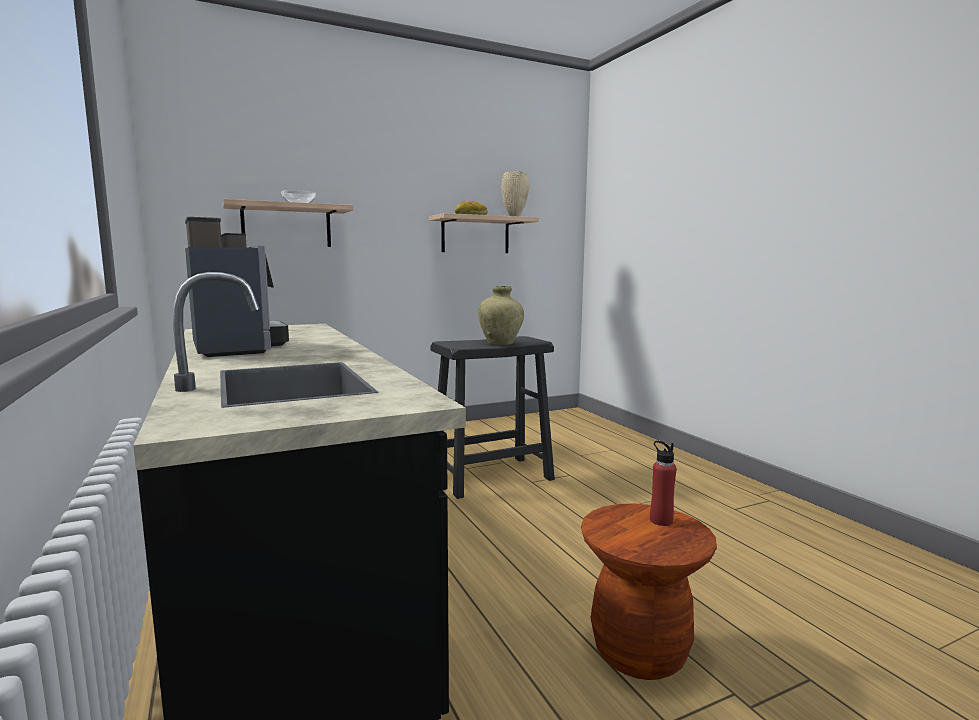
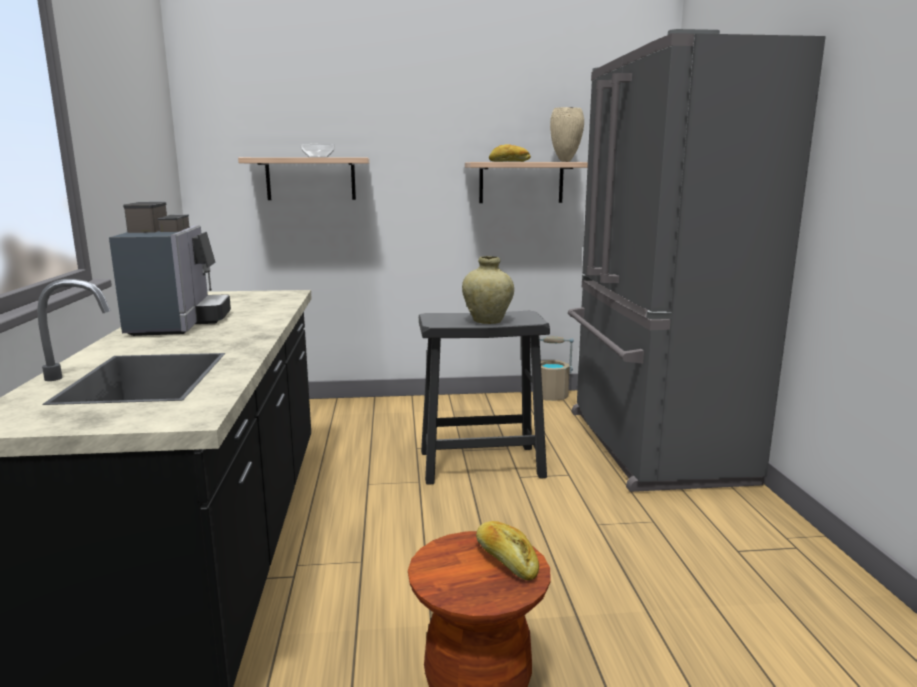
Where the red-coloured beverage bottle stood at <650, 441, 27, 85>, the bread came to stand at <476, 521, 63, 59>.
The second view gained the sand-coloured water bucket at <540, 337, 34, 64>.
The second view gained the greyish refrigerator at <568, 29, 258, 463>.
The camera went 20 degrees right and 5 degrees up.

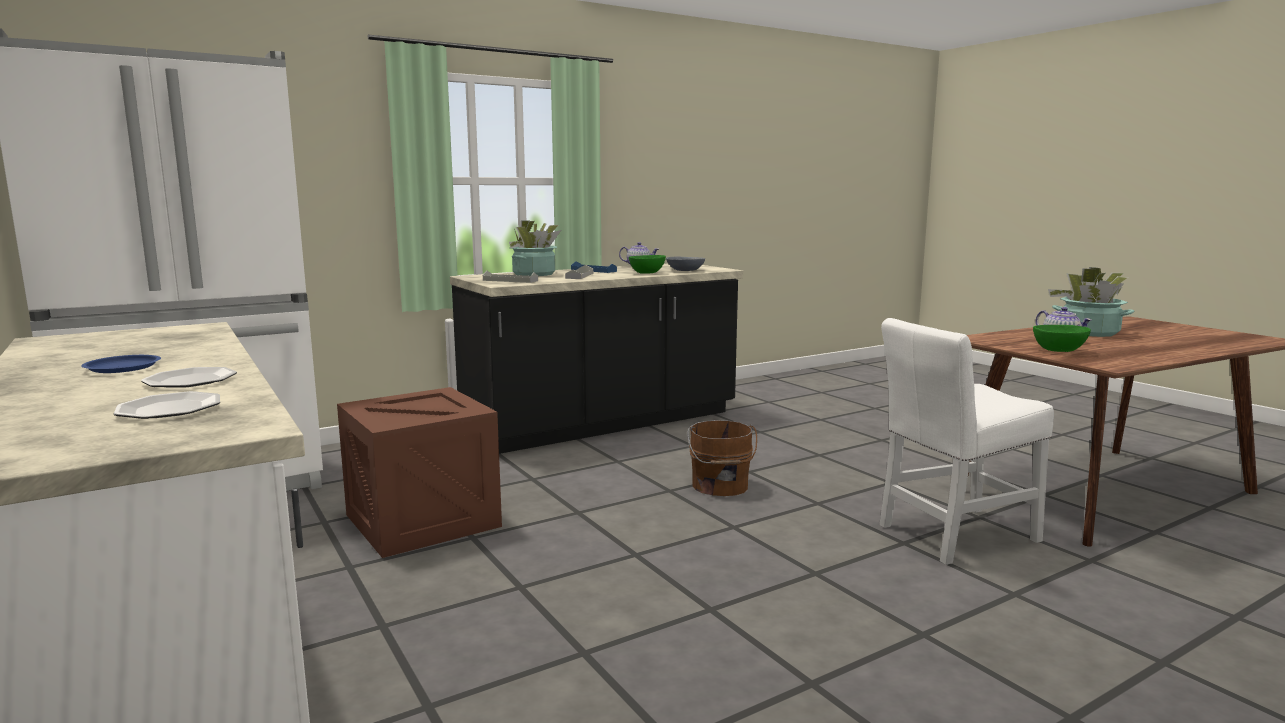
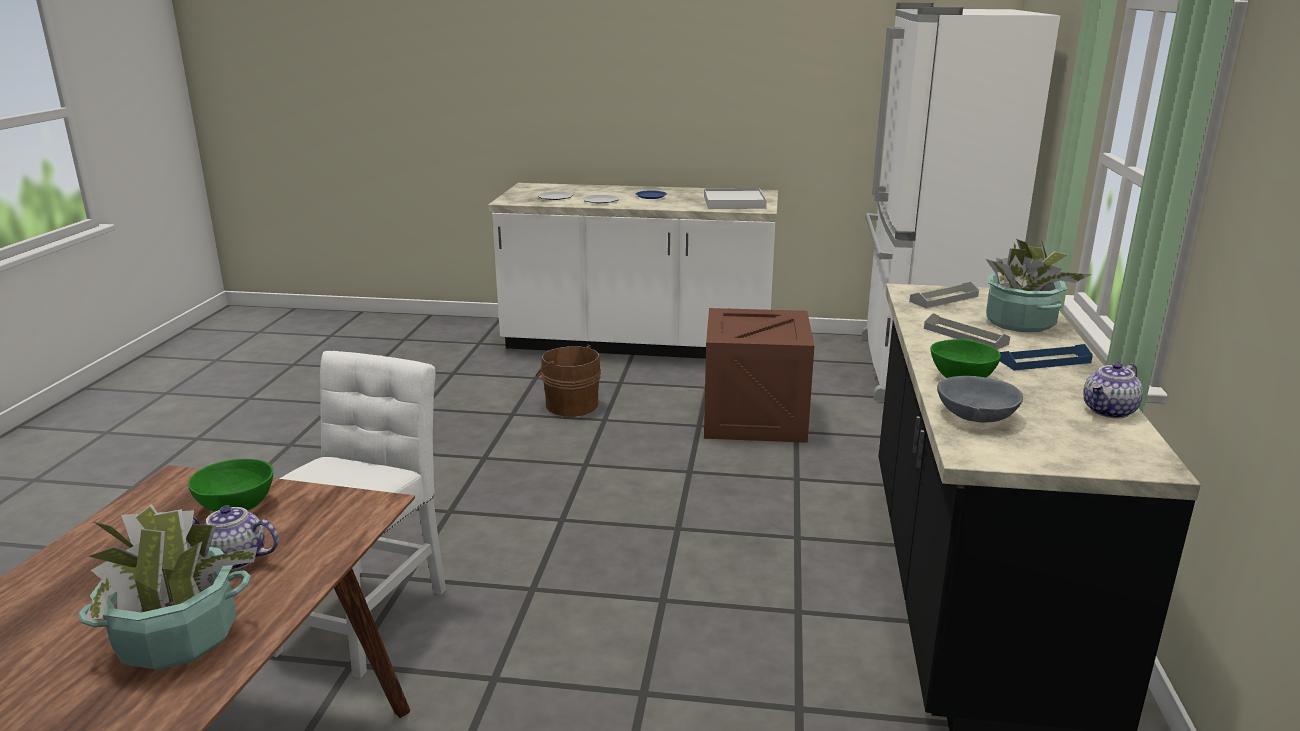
The brownish water bucket ended up elsewhere, having gone from <687, 420, 70, 76> to <536, 344, 65, 73>.
The second view gained the whitish carrying tray at <704, 188, 63, 21>.
The camera went 130 degrees right and 10 degrees up.

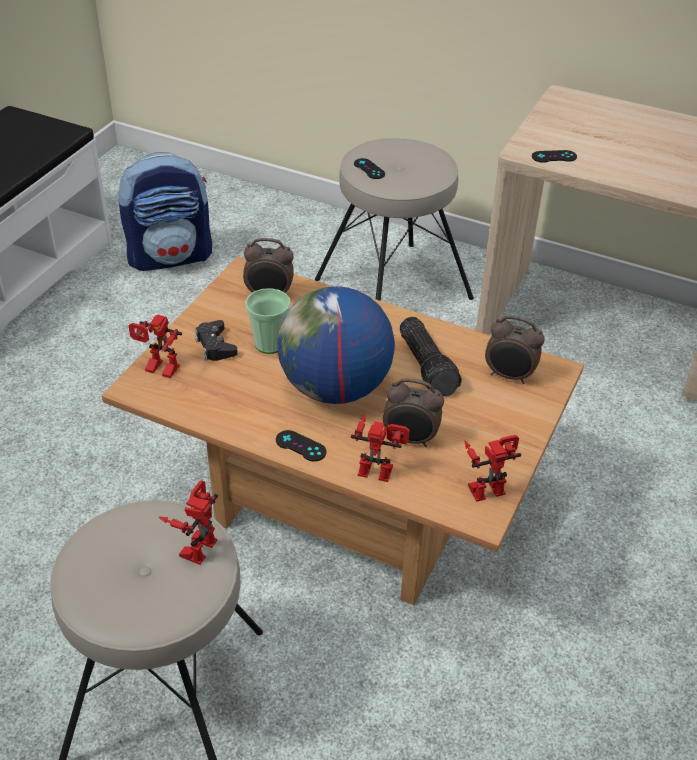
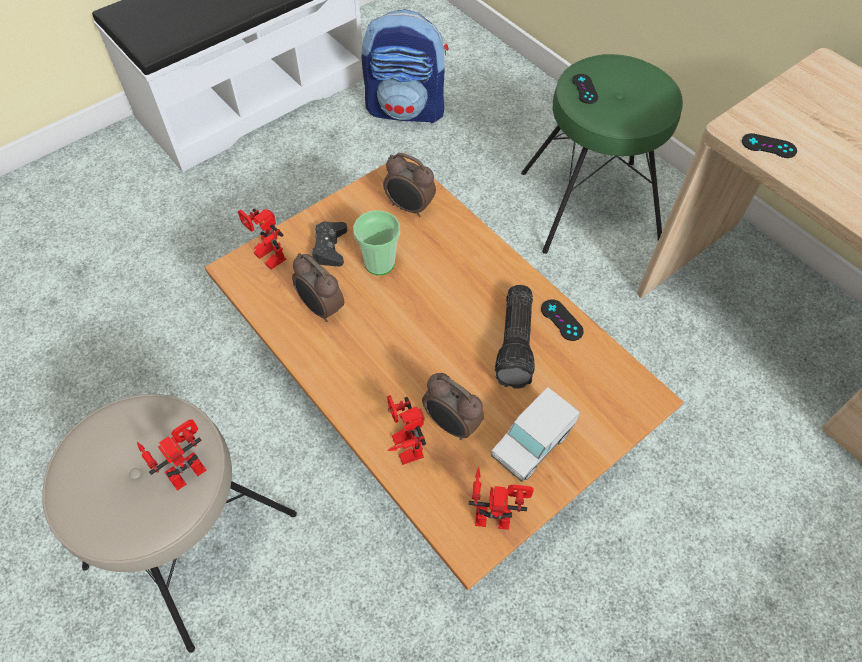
The table clock ended up elsewhere, having gone from <485, 316, 60, 68> to <292, 253, 52, 69>.
The toy robot at <351, 414, 58, 68> ended up facing another way, 150 degrees counterclockwise from before.
The second view gained the model truck at <491, 387, 89, 95>.
What was the sand-coloured stool at <315, 138, 159, 163> turned into the green-coloured stool at <521, 54, 162, 200>.
The black joypad ended up elsewhere, having gone from <276, 430, 50, 31> to <541, 299, 43, 42>.
The second view lost the desk globe at <277, 286, 118, 118>.
The camera went 25 degrees right and 15 degrees up.

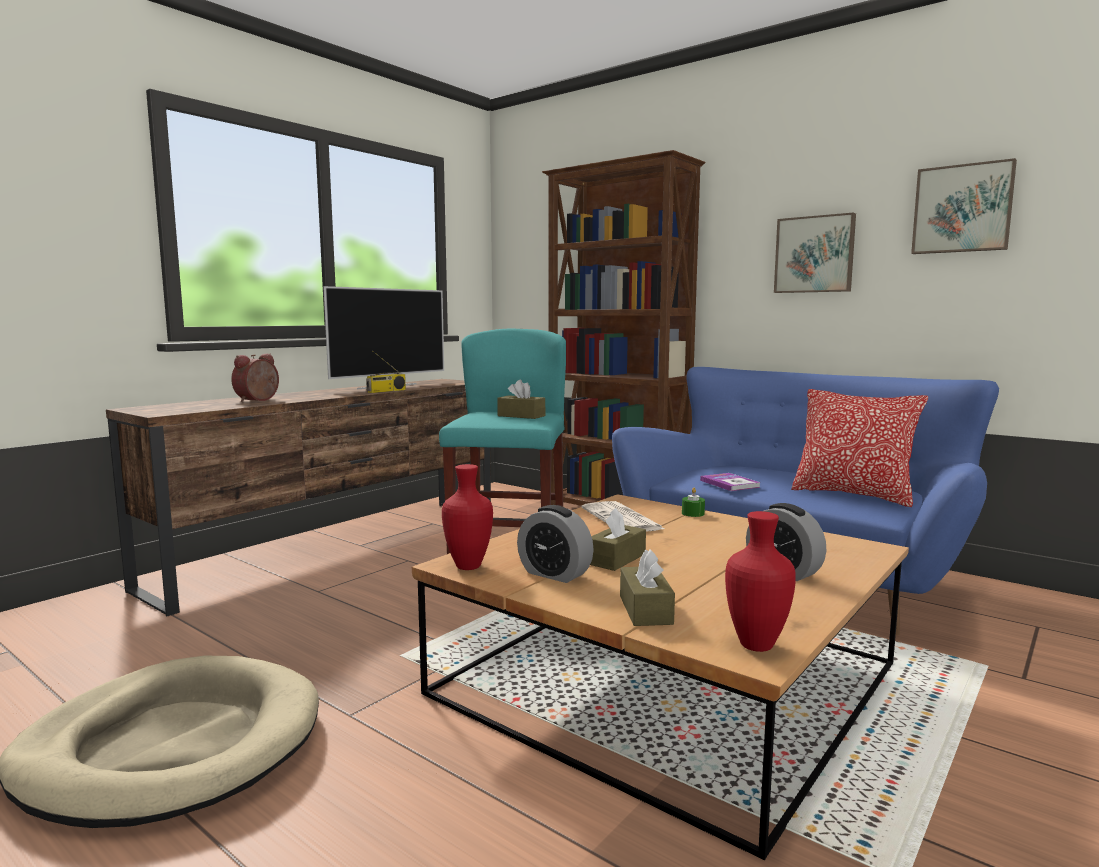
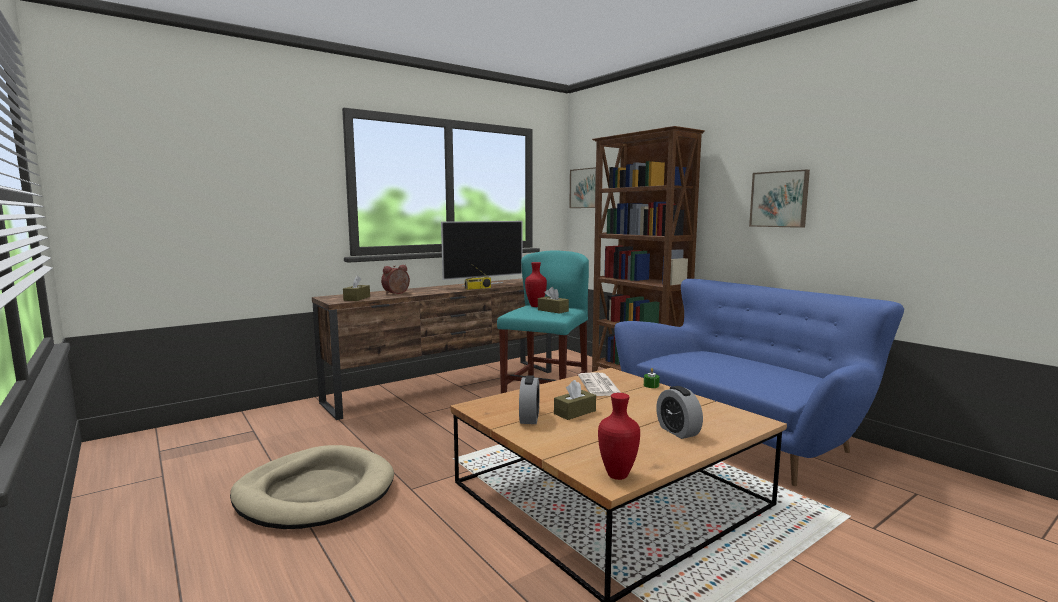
The brownish box of tissues ended up elsewhere, having gone from <620, 549, 55, 77> to <343, 275, 27, 26>.
The table clock at <517, 505, 77, 78> ended up facing another way, 135 degrees counterclockwise from before.
The red-coloured vase ended up elsewhere, having gone from <442, 464, 51, 106> to <525, 262, 22, 45>.
The wall picture ended up elsewhere, having gone from <911, 158, 106, 96> to <569, 167, 27, 41>.
The second view lost the book at <700, 473, 61, 18>.
The second view lost the pillow at <791, 389, 137, 118>.
The camera went 15 degrees right and 0 degrees up.

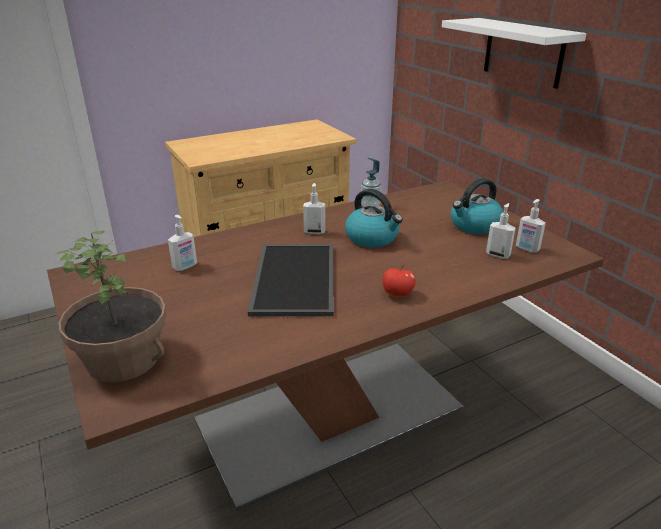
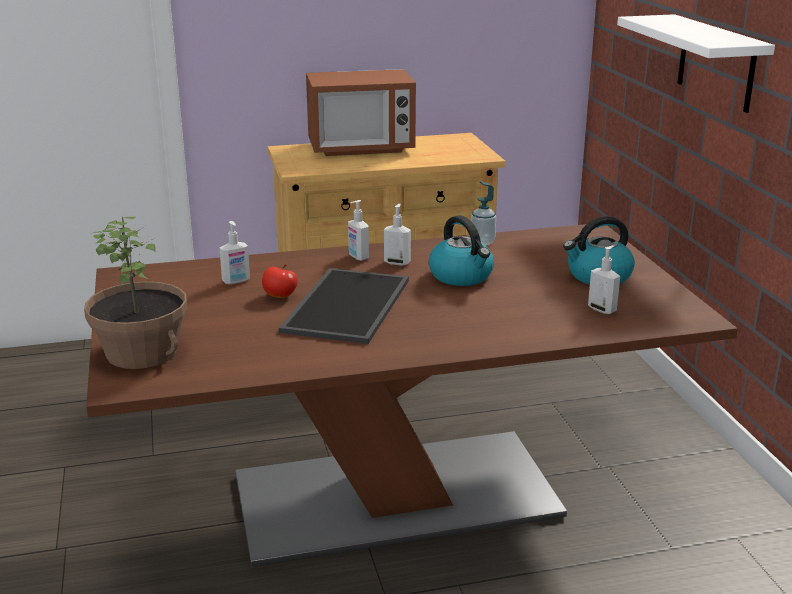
The apple ended up elsewhere, having gone from <382, 265, 34, 32> to <262, 264, 36, 34>.
The second view gained the microwave at <306, 69, 110, 87>.
The soap bottle ended up elsewhere, having gone from <516, 199, 30, 54> to <348, 200, 21, 61>.
The camera went 15 degrees right and 5 degrees down.

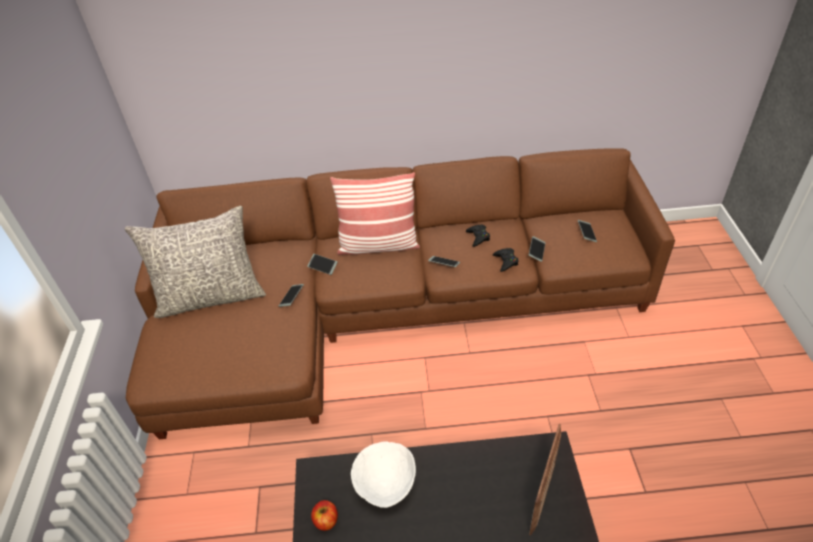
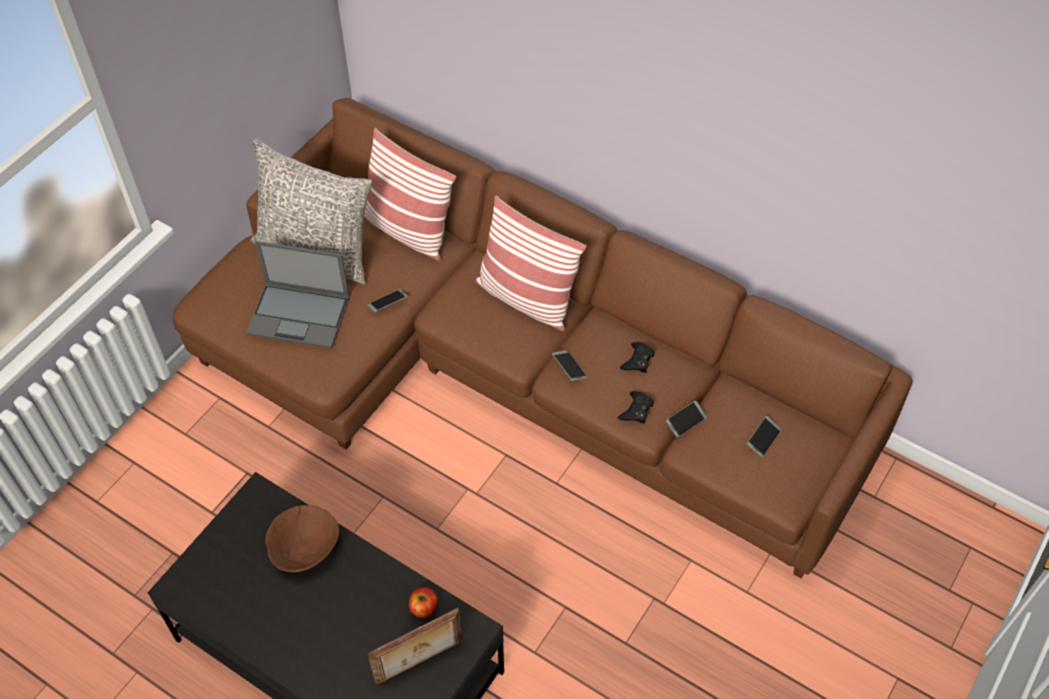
The second view gained the laptop at <246, 241, 104, 108>.
What was the whitish serving bowl at <351, 441, 65, 67> turned into the brownish serving bowl at <266, 505, 73, 67>.
The second view gained the pillow at <364, 128, 92, 133>.
The apple ended up elsewhere, having gone from <311, 500, 27, 31> to <409, 587, 29, 31>.
The second view lost the phone at <307, 254, 31, 21>.
The camera went 35 degrees right and 10 degrees up.

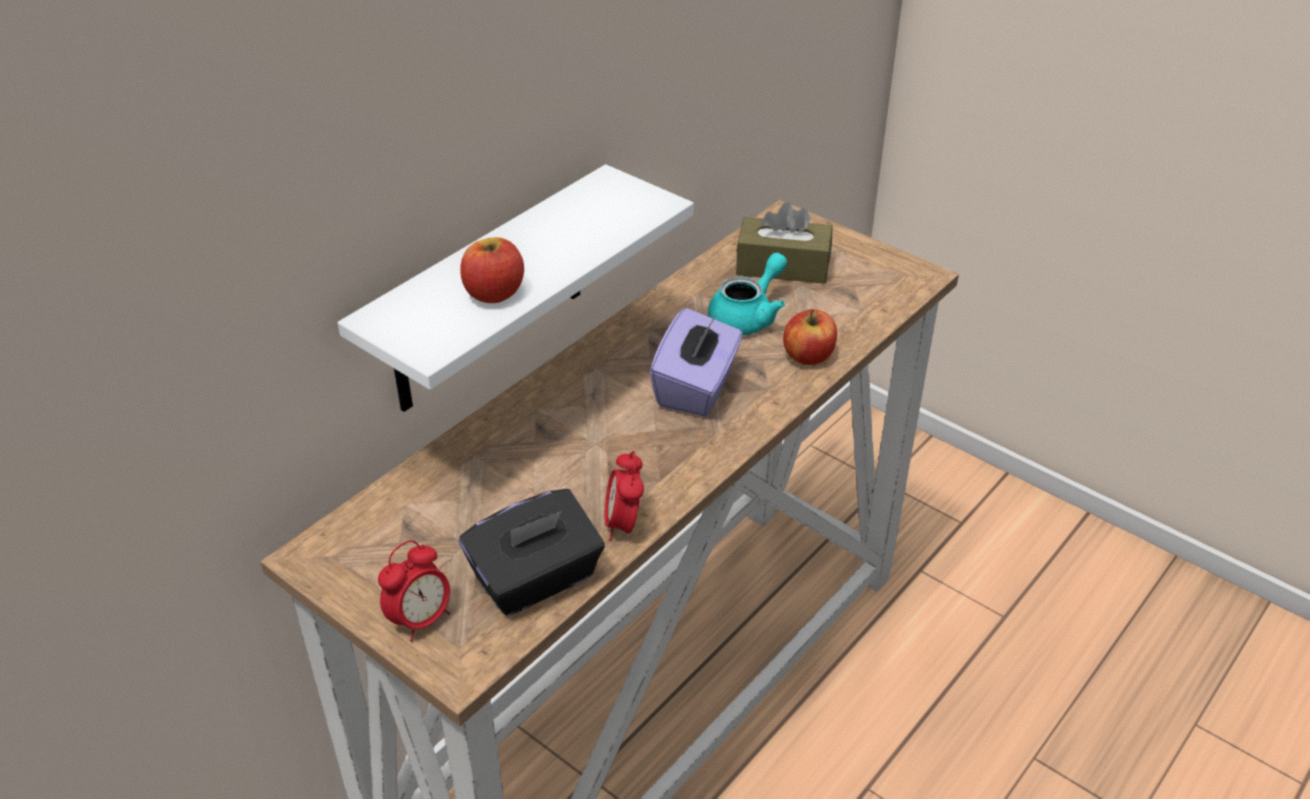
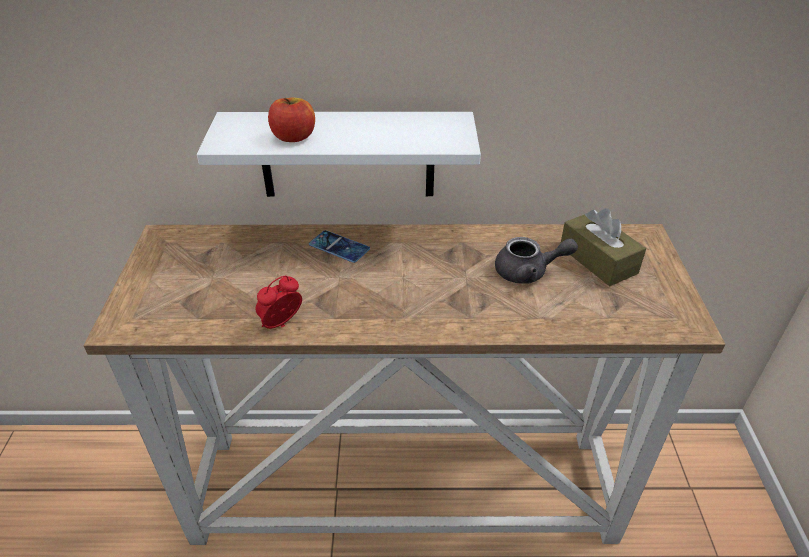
The second view gained the phone at <309, 230, 61, 33>.
What was the turquoise teapot at <708, 253, 79, 82> turned into the greyish teapot at <495, 237, 83, 47>.
The second view lost the table clock at <378, 540, 72, 102>.
The second view lost the black box of tissues at <459, 489, 146, 127>.
The second view lost the purple box of tissues at <650, 308, 93, 109>.
The second view lost the apple at <783, 309, 54, 56>.
The camera went 50 degrees right and 0 degrees up.

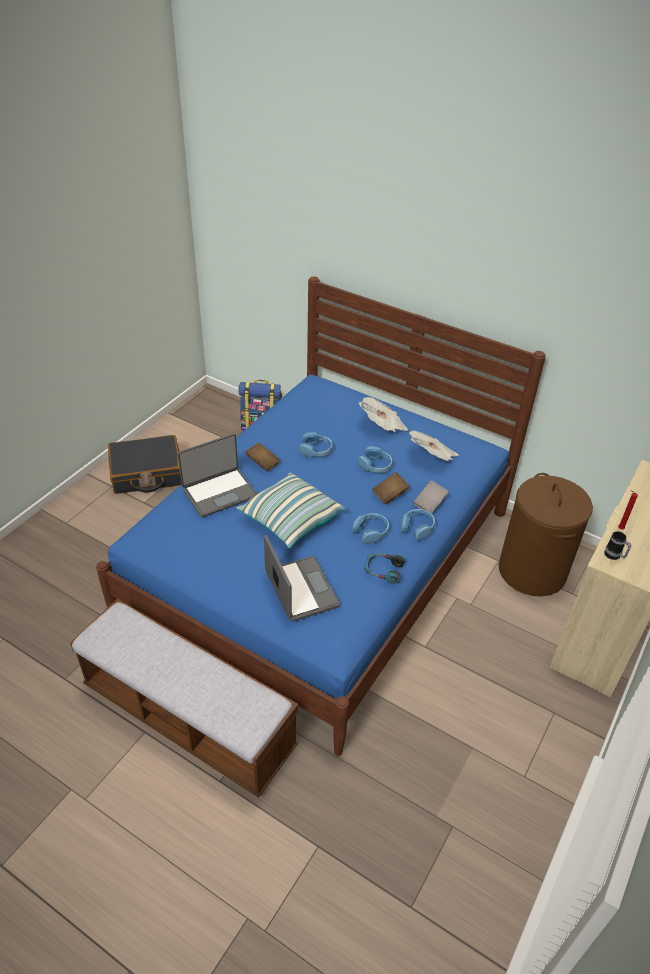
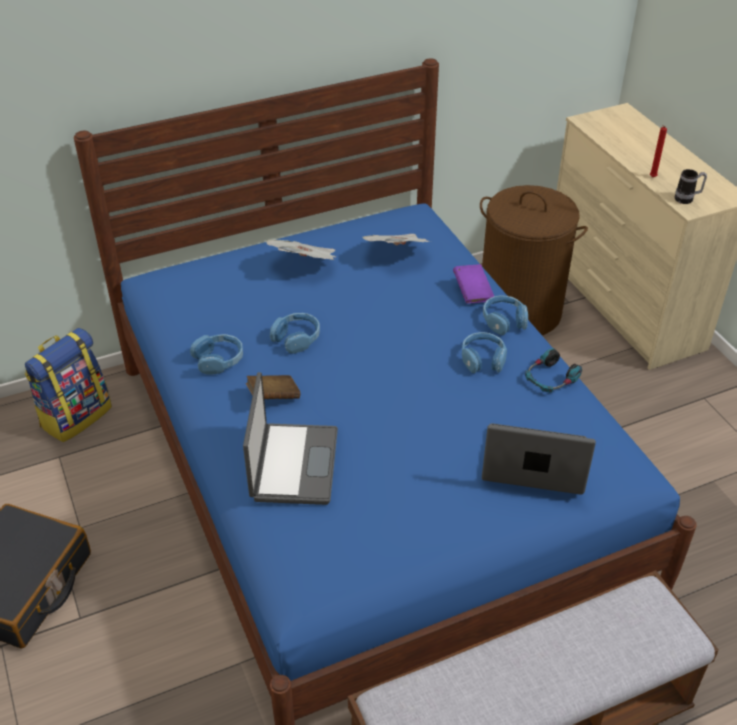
The blue-coloured headset ended up elsewhere, having gone from <358, 446, 34, 27> to <190, 334, 53, 41>.
What was the greyish book at <413, 480, 36, 34> turned into the purple book at <453, 264, 41, 40>.
The second view lost the pillow at <236, 473, 110, 75>.
The second view lost the brownish book at <372, 472, 37, 33>.
The camera went 55 degrees left and 0 degrees up.

